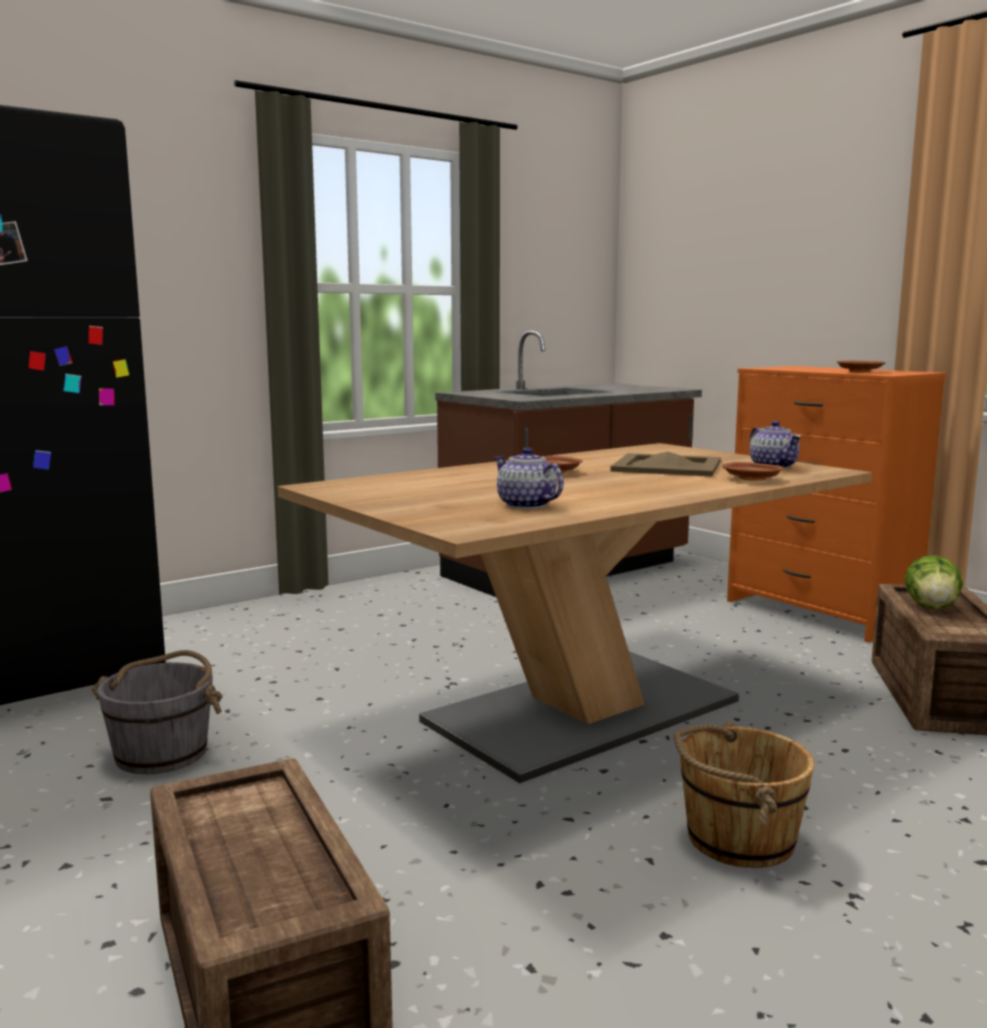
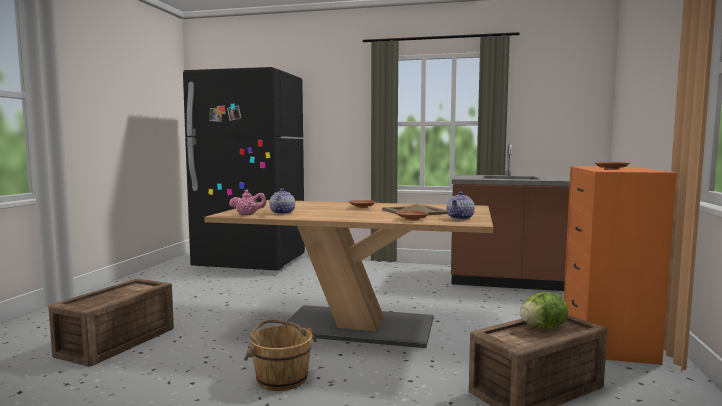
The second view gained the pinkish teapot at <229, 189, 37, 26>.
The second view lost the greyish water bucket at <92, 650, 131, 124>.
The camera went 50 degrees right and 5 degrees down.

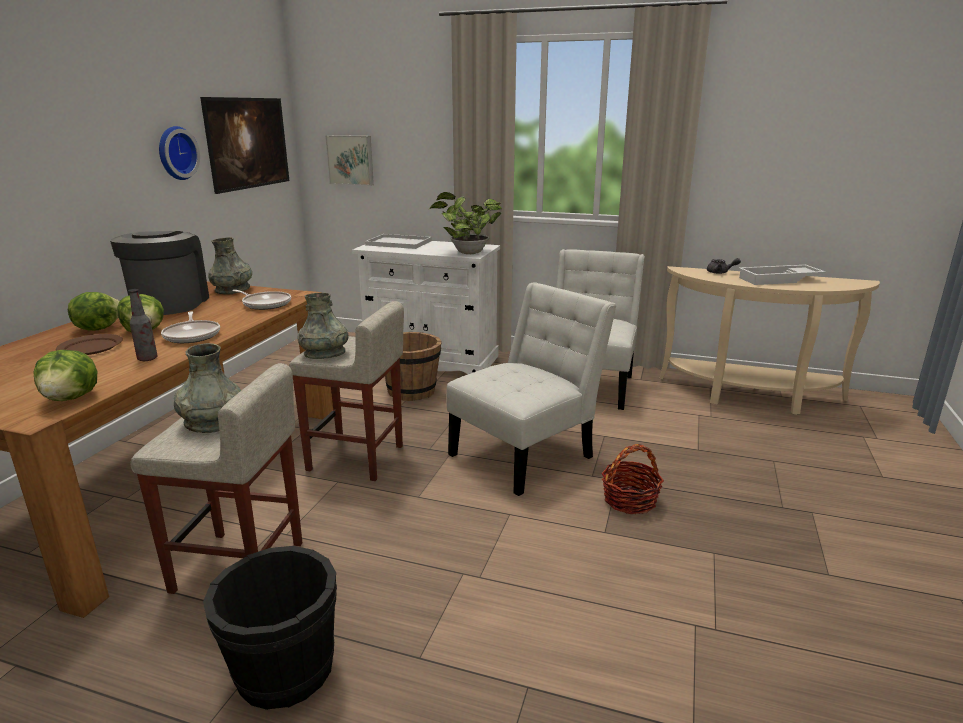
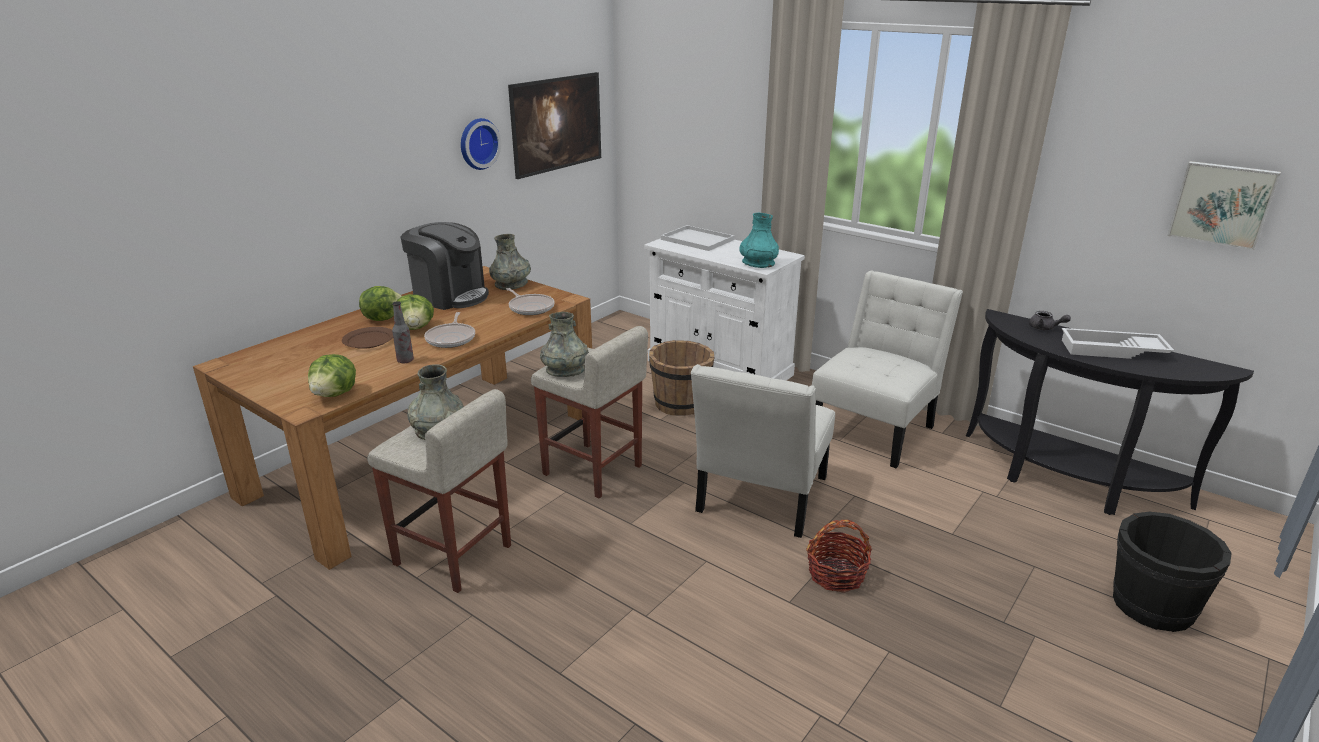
The coffee maker at <110, 231, 99, 84> ended up facing another way, 105 degrees clockwise from before.
The whitish plain chair at <446, 283, 171, 213> ended up facing another way, 135 degrees clockwise from before.
Where the houseplant stood at <429, 192, 73, 62>, the turquoise vase came to stand at <739, 213, 40, 55>.
What was the sand-coloured narrow table at <659, 266, 221, 149> turned into the black narrow table at <966, 309, 288, 206>.
The black water bucket ended up elsewhere, having gone from <203, 546, 134, 164> to <1113, 512, 119, 120>.
The wall picture ended up elsewhere, having gone from <325, 135, 49, 51> to <1167, 161, 114, 89>.
The camera went 20 degrees right and 5 degrees up.

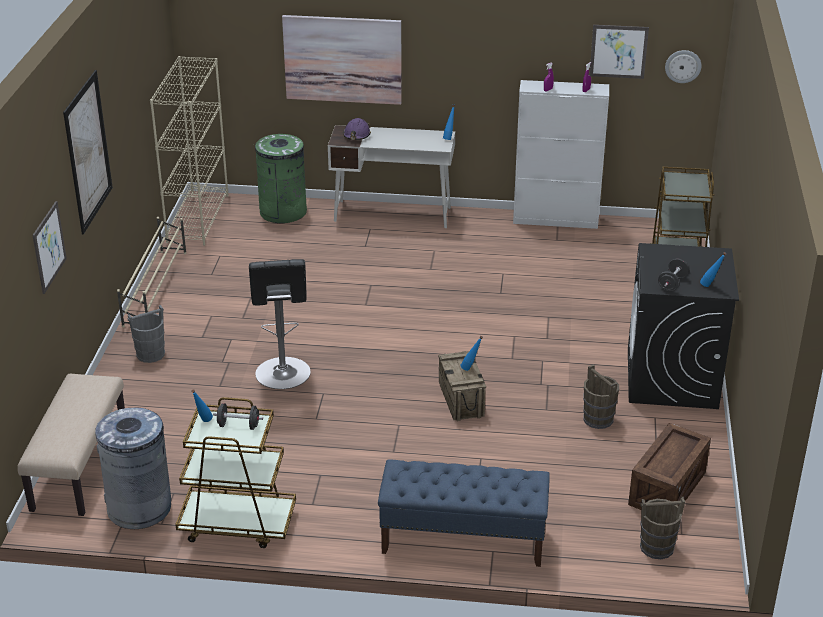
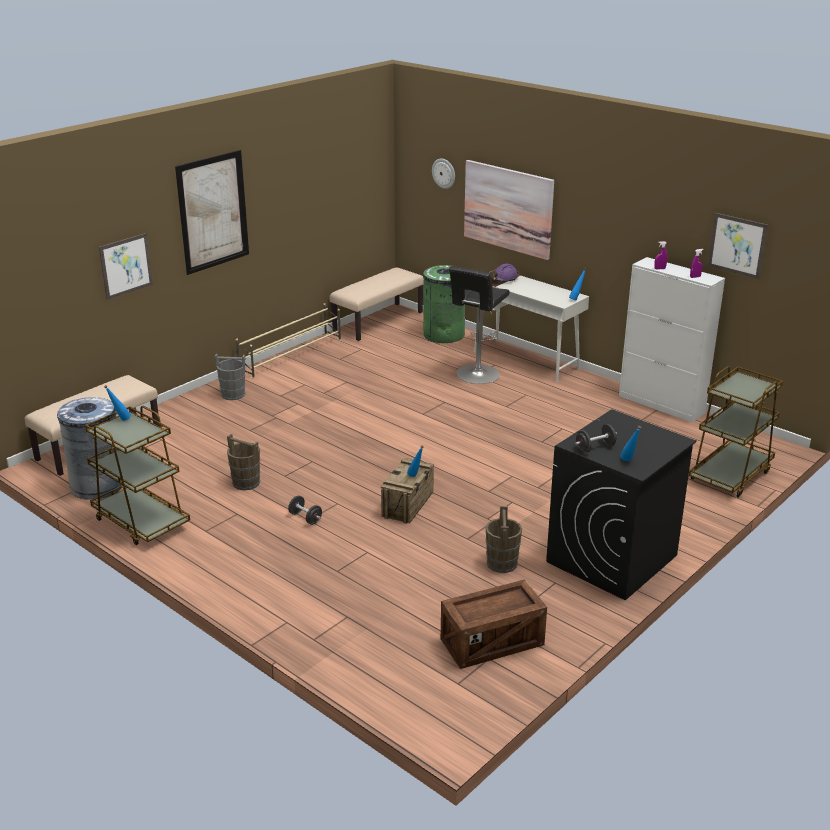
The brownish water bucket ended up elsewhere, having gone from <640, 497, 45, 62> to <227, 434, 33, 56>.
The black hand weight ended up elsewhere, having gone from <213, 403, 50, 27> to <288, 496, 34, 29>.
Where the sand-coloured bookshelf stood at <150, 56, 78, 190>, the sand-coloured long seat came to stand at <329, 267, 95, 74>.
The clock on the wall ended up elsewhere, having gone from <665, 50, 37, 33> to <432, 158, 23, 31>.
The black stool ended up elsewhere, having gone from <249, 259, 62, 130> to <449, 266, 61, 118>.
The second view lost the blue-coloured long seat at <378, 460, 172, 107>.
The camera went 35 degrees right and 5 degrees down.

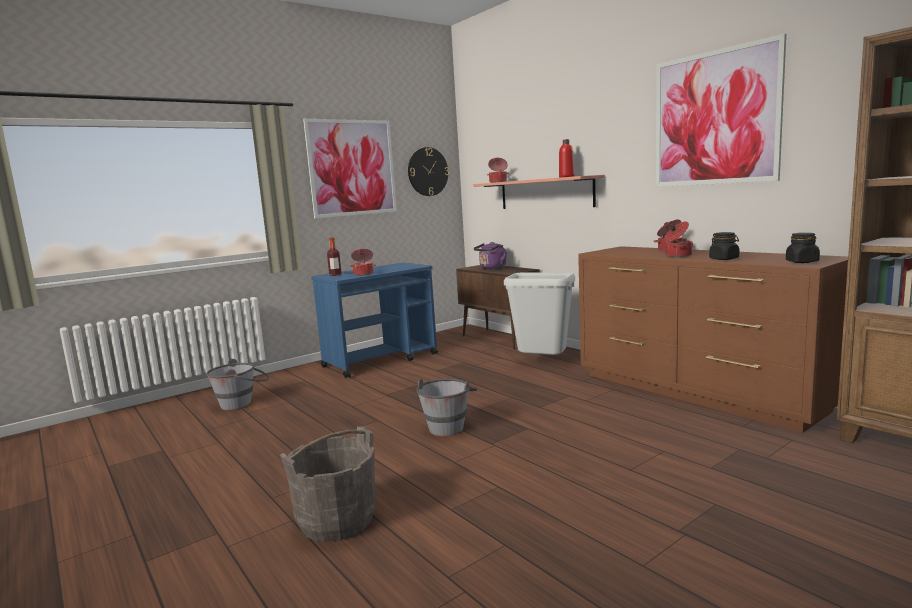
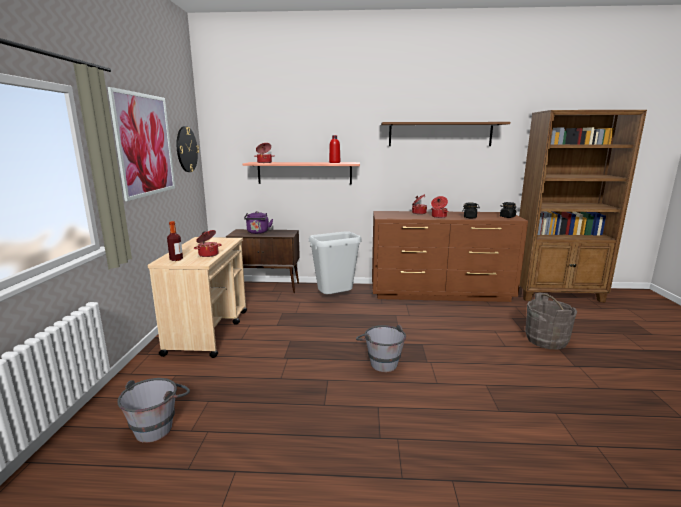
What was the blue-coloured trolley at <311, 263, 127, 115> turned into the sand-coloured trolley at <148, 237, 99, 121>.
Where the wall picture hung at <656, 34, 130, 153>, the brownish shelf came to hang at <381, 122, 129, 24>.
The greyish water bucket ended up elsewhere, having gone from <280, 426, 96, 116> to <525, 292, 52, 58>.
The camera went 50 degrees left and 5 degrees up.

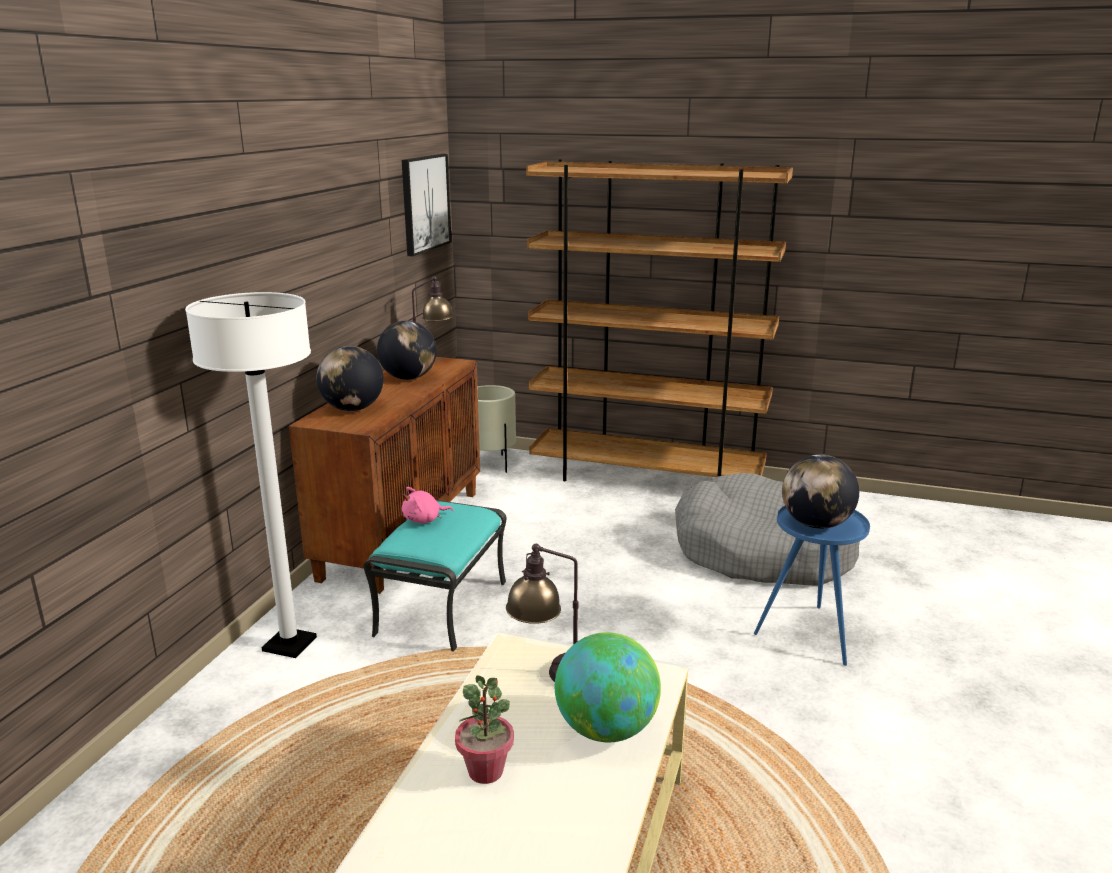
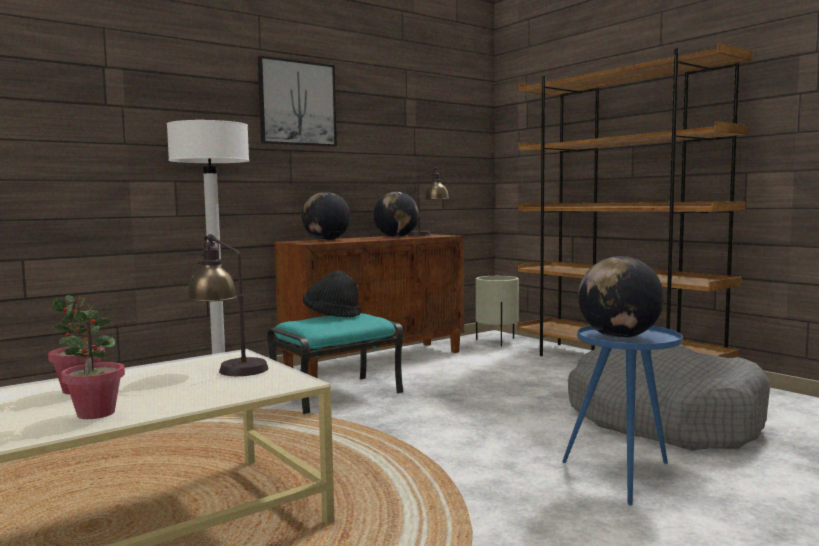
The second view gained the houseplant at <61, 305, 64, 114>.
The wall picture ended up elsewhere, having gone from <402, 154, 49, 103> to <258, 56, 79, 91>.
Where the pinkish soft toy stood at <402, 487, 51, 36>, the black clothing hat came to stand at <303, 271, 58, 47>.
The second view lost the desk globe at <555, 632, 106, 110>.
The camera went 35 degrees right and 15 degrees down.

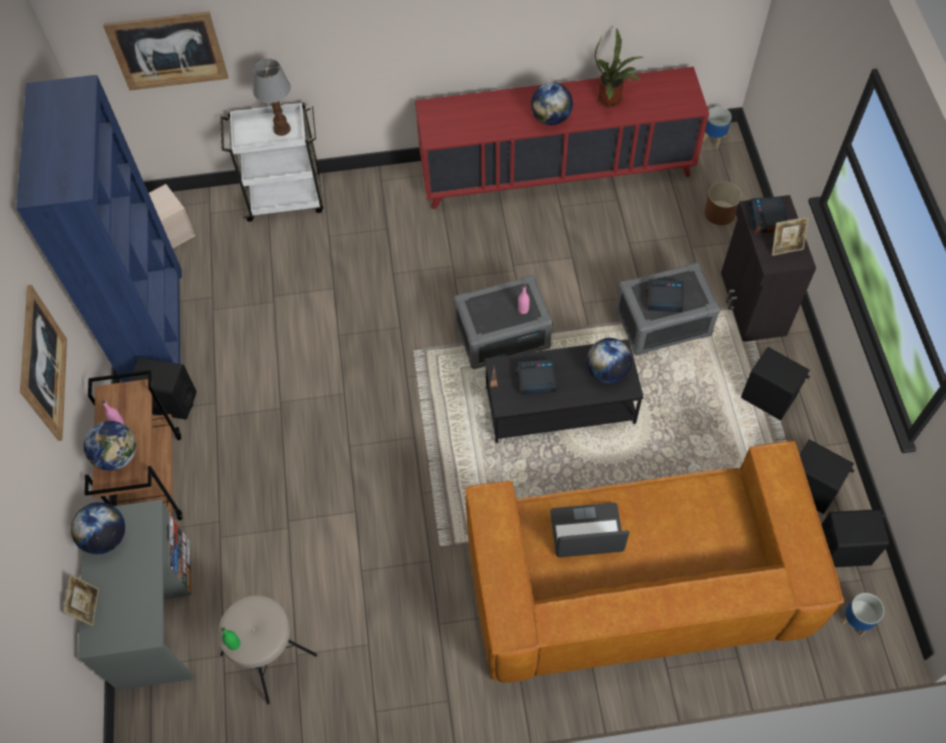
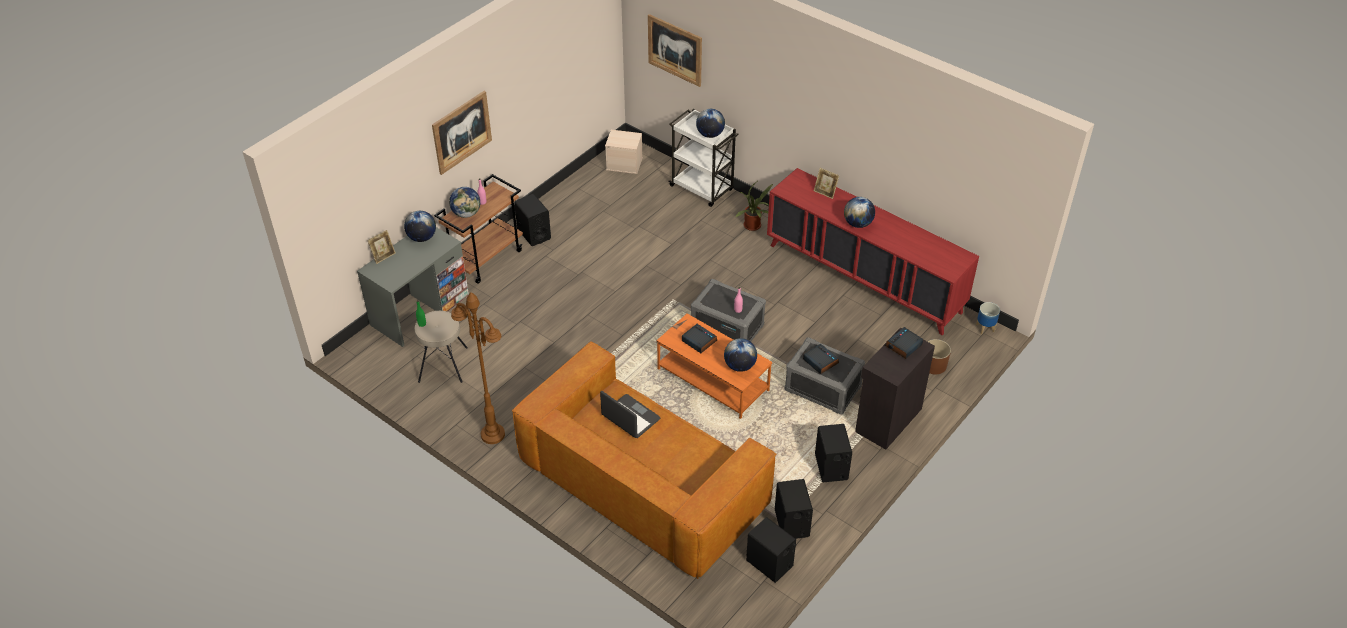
The second view gained the brownish standard lamp at <451, 292, 54, 152>.
What was the black coffee table at <485, 339, 159, 104> turned into the orange coffee table at <657, 314, 115, 105>.
Where the table lamp stood at <253, 58, 38, 78>, the desk globe came to stand at <696, 109, 29, 29>.
The houseplant ended up elsewhere, having gone from <595, 28, 48, 80> to <736, 182, 37, 49>.
The photo frame ended up elsewhere, having gone from <772, 217, 37, 39> to <814, 168, 25, 31>.
The second view lost the blue-coloured bookshelf at <16, 75, 166, 307>.
The second view lost the planter at <841, 593, 43, 43>.
The camera went 45 degrees right and 15 degrees down.

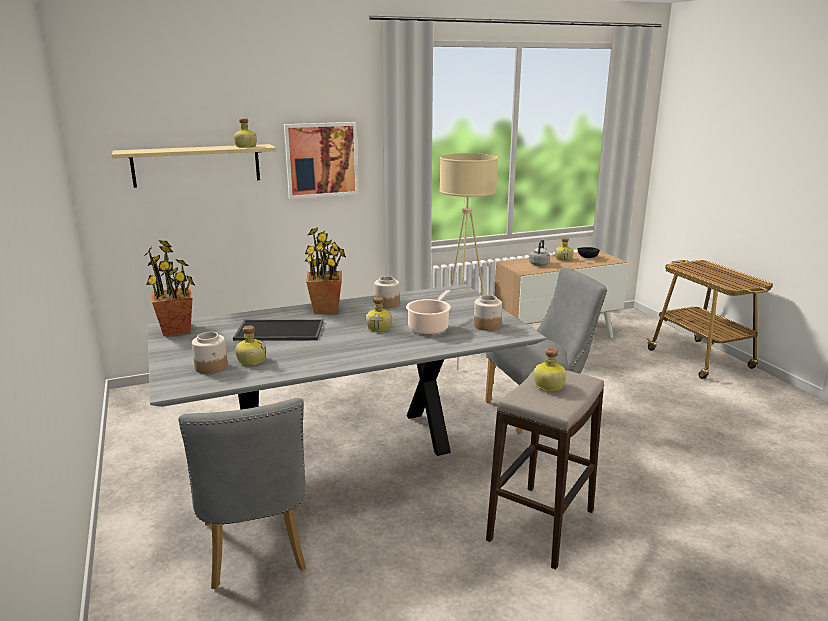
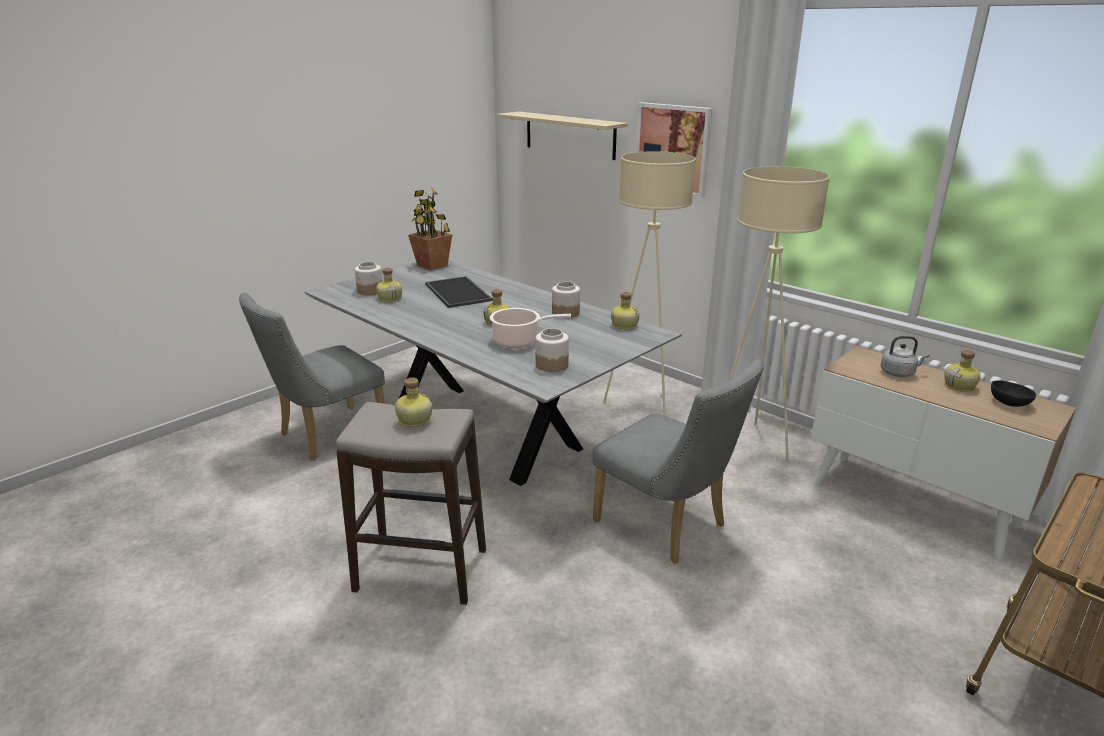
The second view gained the sand-coloured standard lamp at <603, 151, 93, 265>.
The beverage bottle ended up elsewhere, having gone from <234, 118, 23, 29> to <611, 292, 28, 37>.
The second view lost the houseplant at <305, 227, 41, 87>.
The camera went 65 degrees right and 5 degrees up.

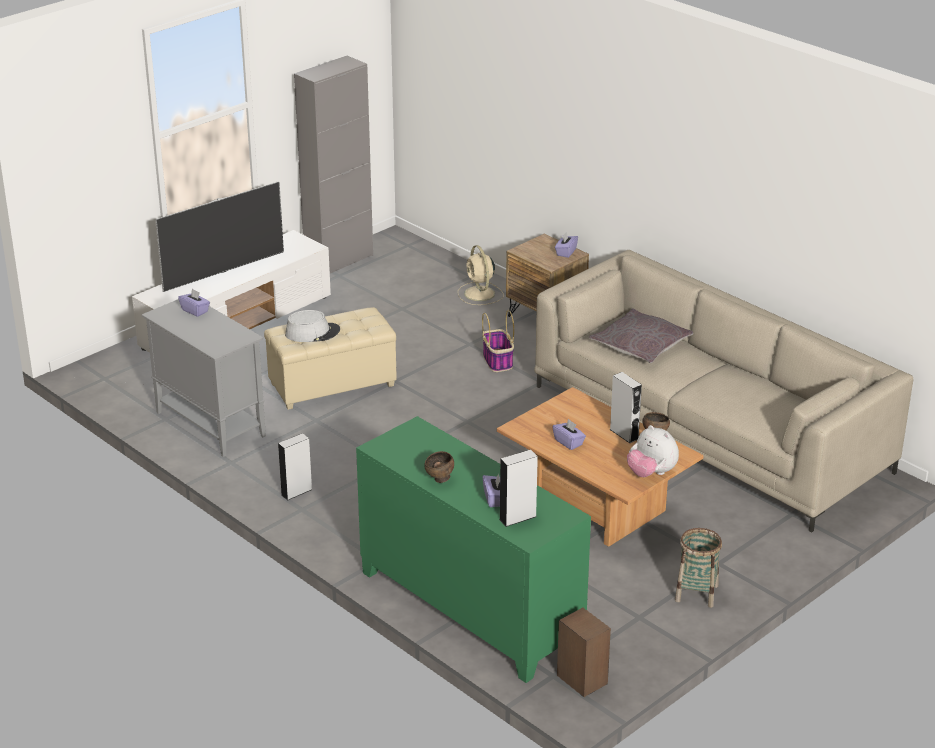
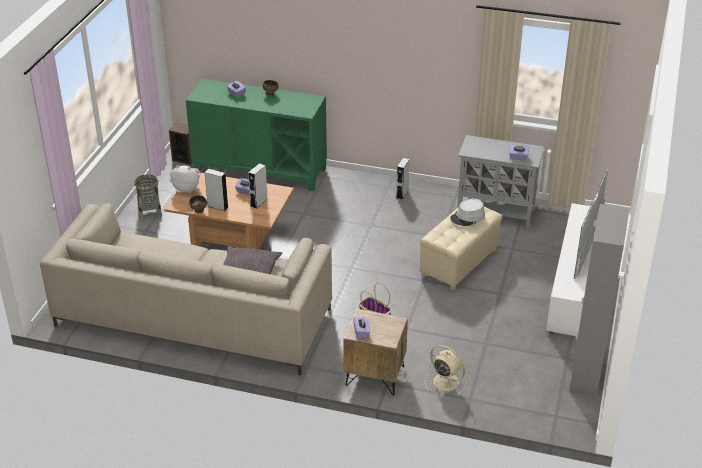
The greyish speaker ended up elsewhere, having gone from <499, 449, 39, 78> to <248, 163, 20, 46>.
The camera went 150 degrees right and 5 degrees up.

